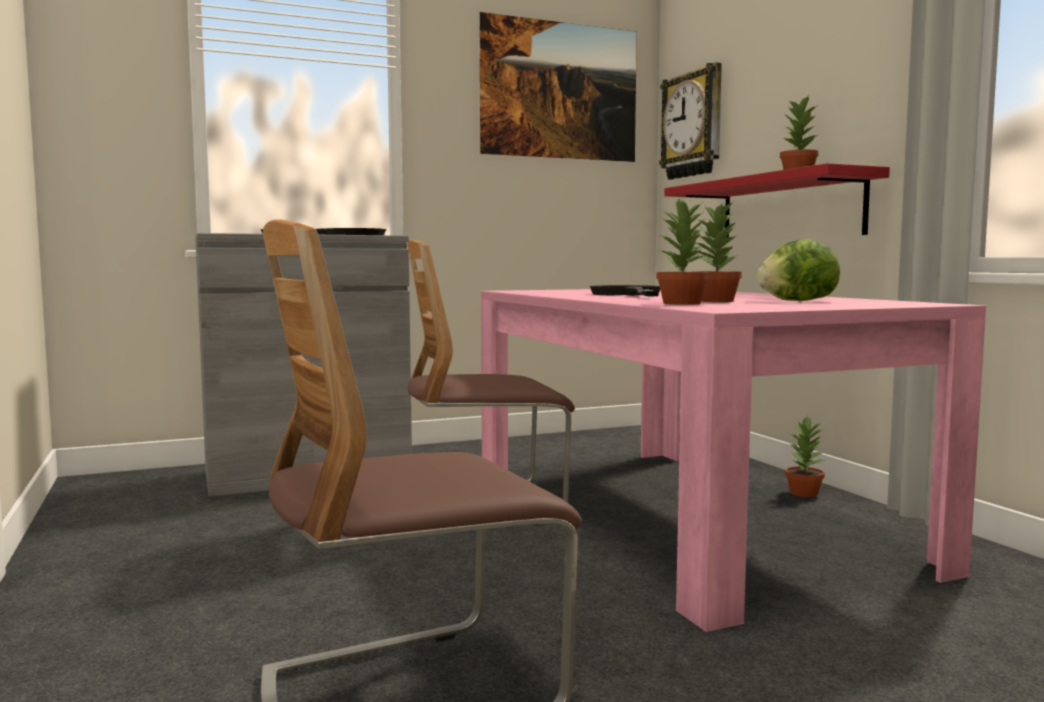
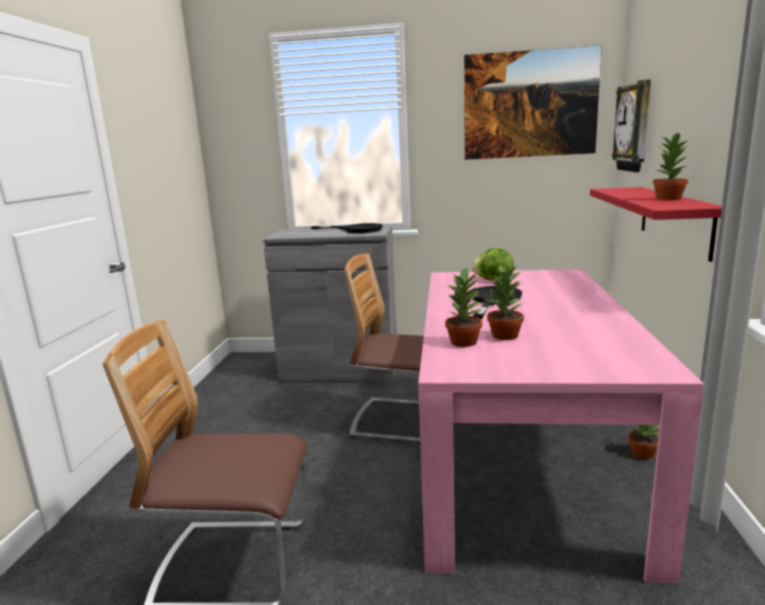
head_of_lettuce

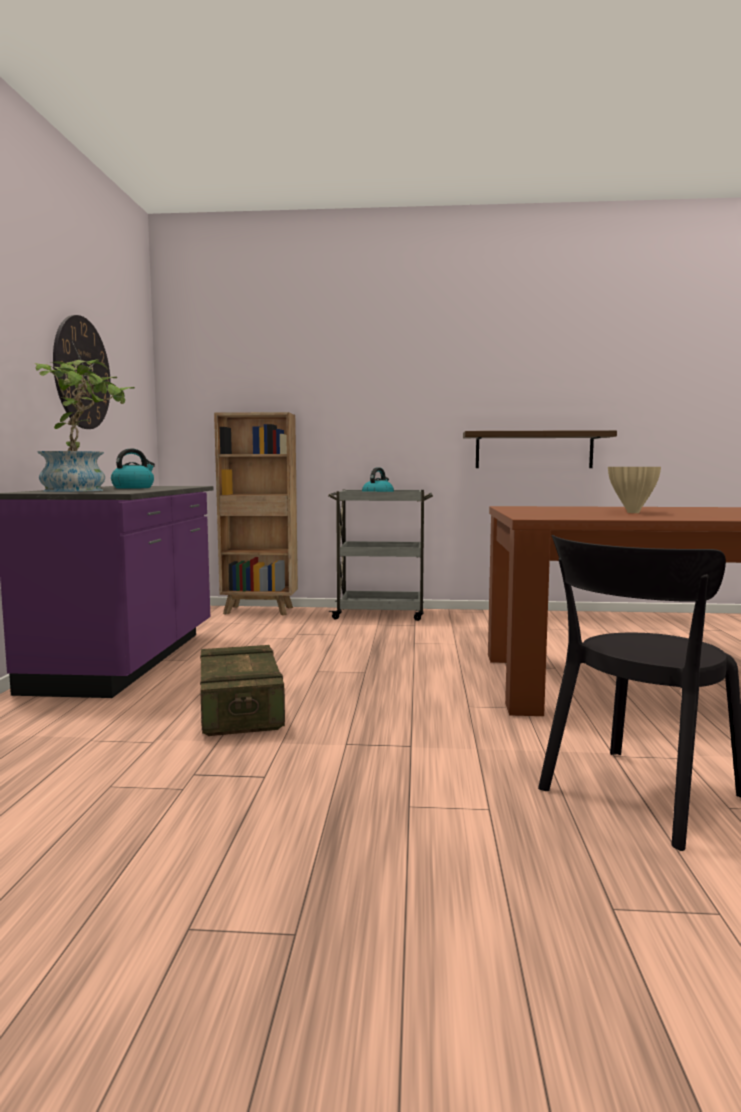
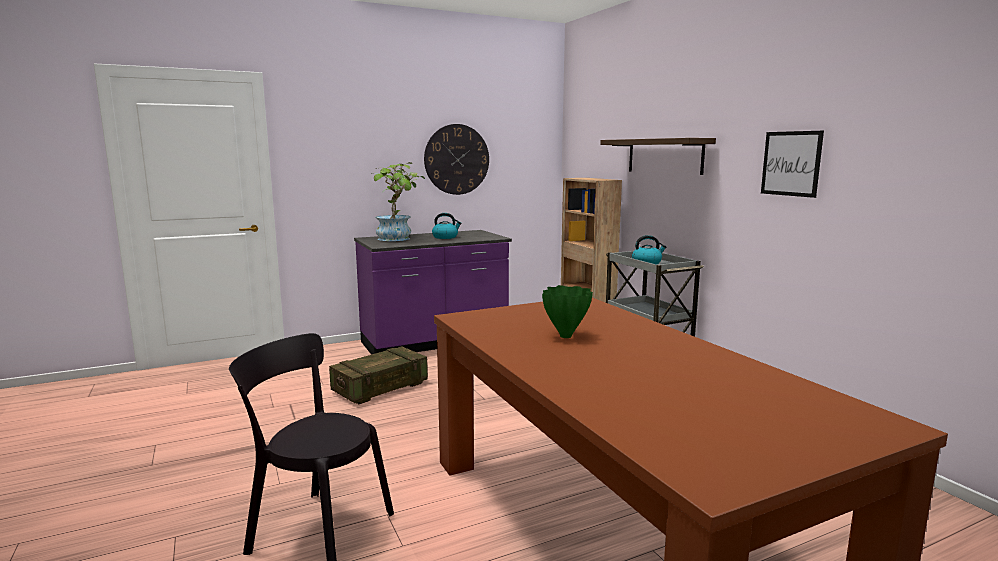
shelf
greenish_decorative_vase
wall_art

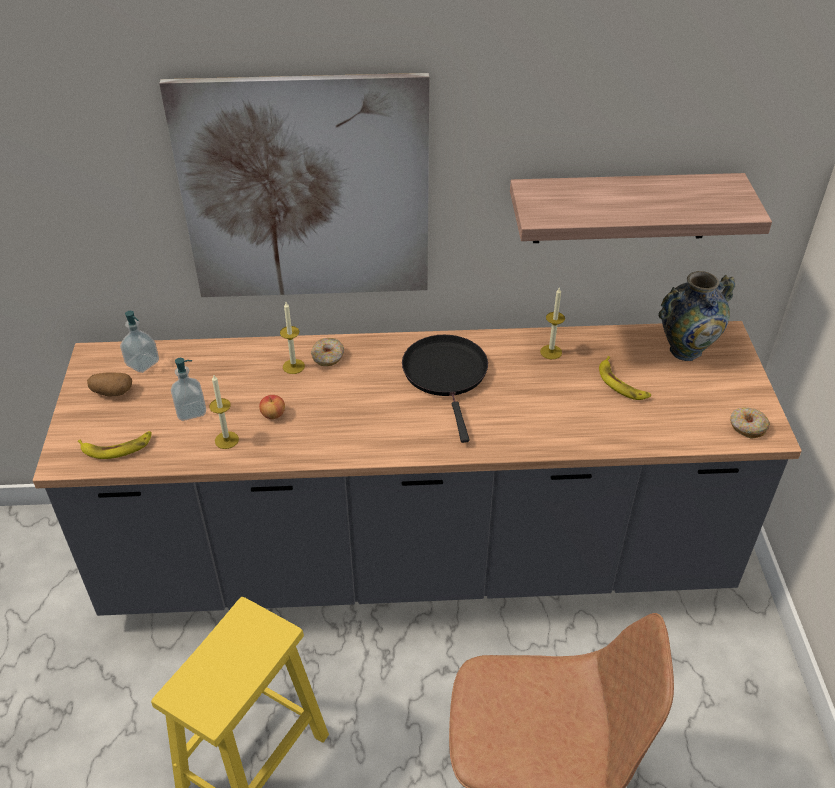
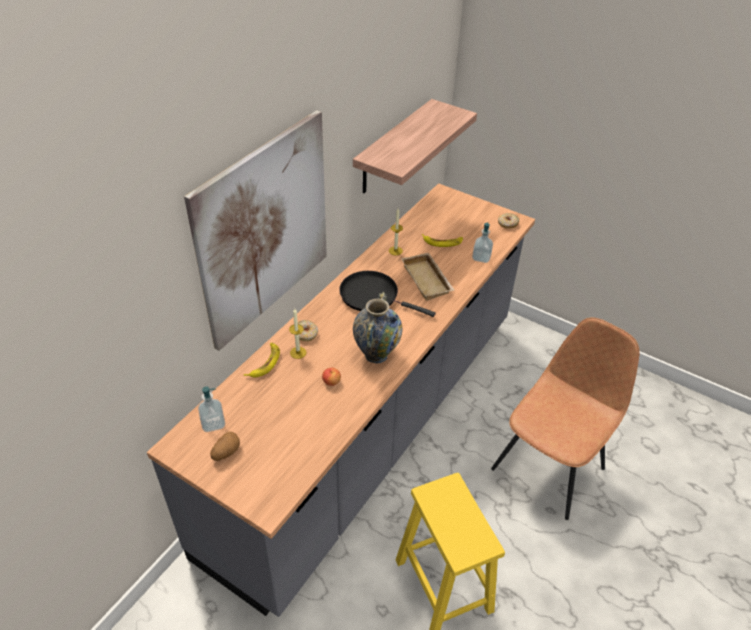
decorative_vase
liquid_soap_bottle (no. 2 from left)
wax_light (no. 1 from left in the first image)
whole_banana (no. 1 from left)
beige_tray

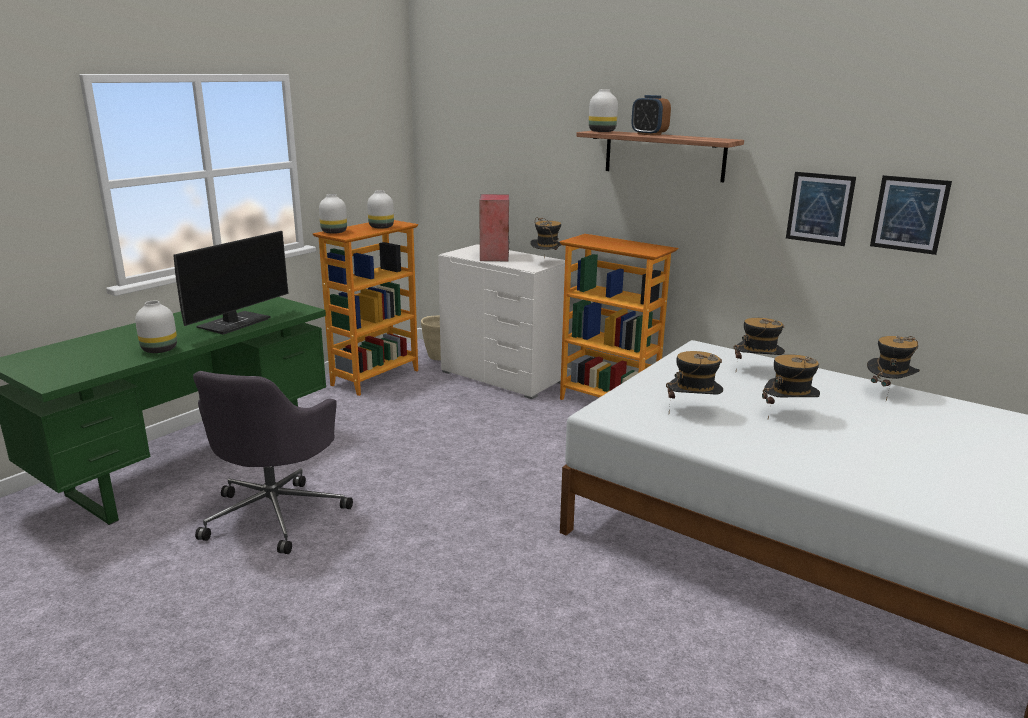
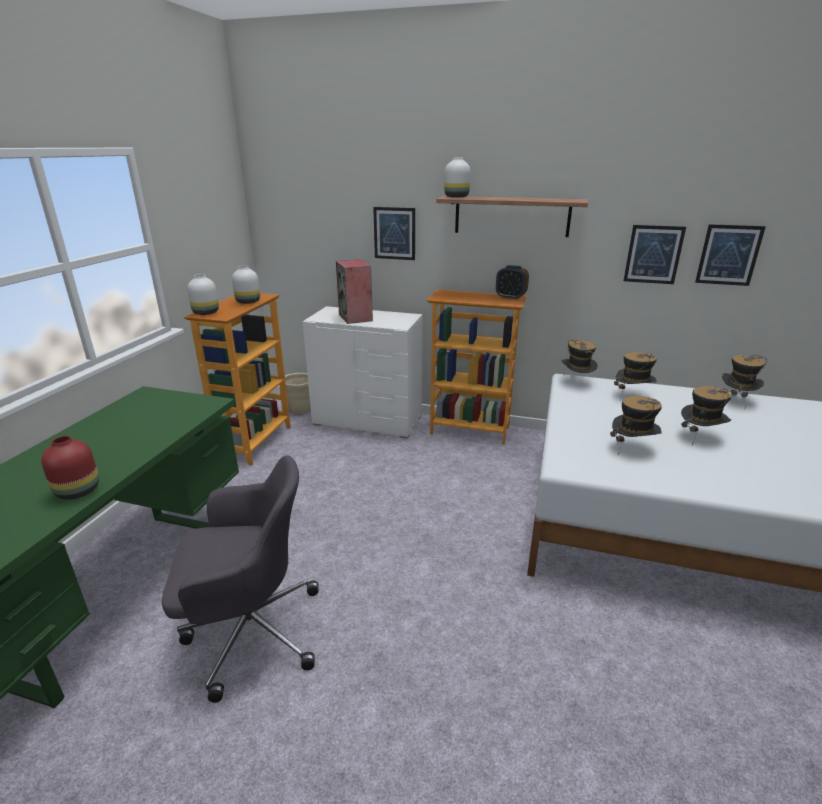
alarm_clock
wearable_hat (no. 1 from left)
computer_screen
red_decorative_vase
greyish_computer_chair
wall_art (no. 1 from left)

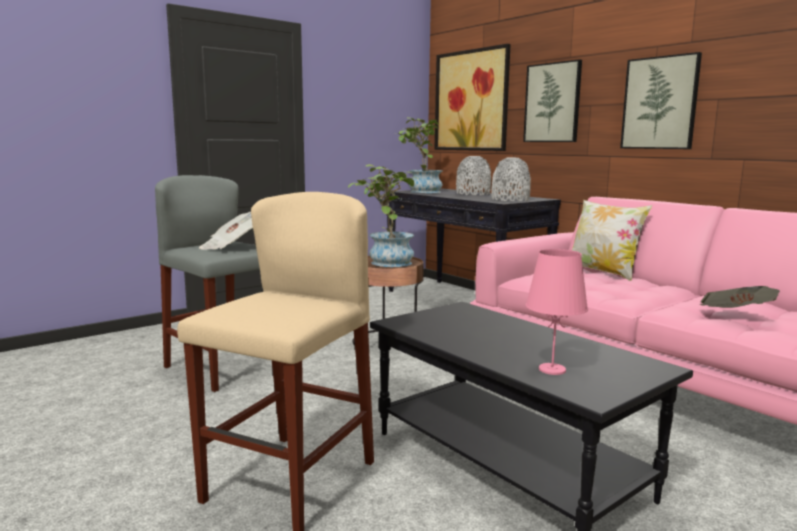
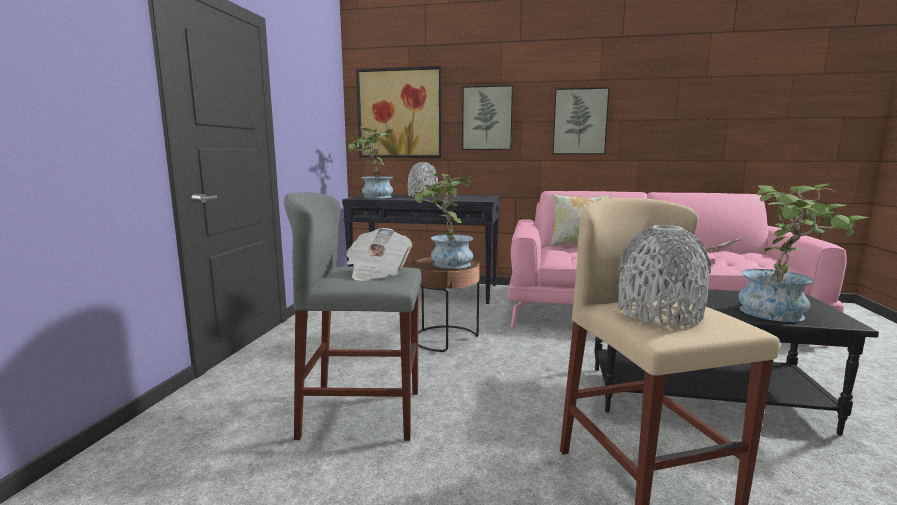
greyish_decorative_vase (no. 2 from left)
plant_in_a_pot (no. 3 from left)

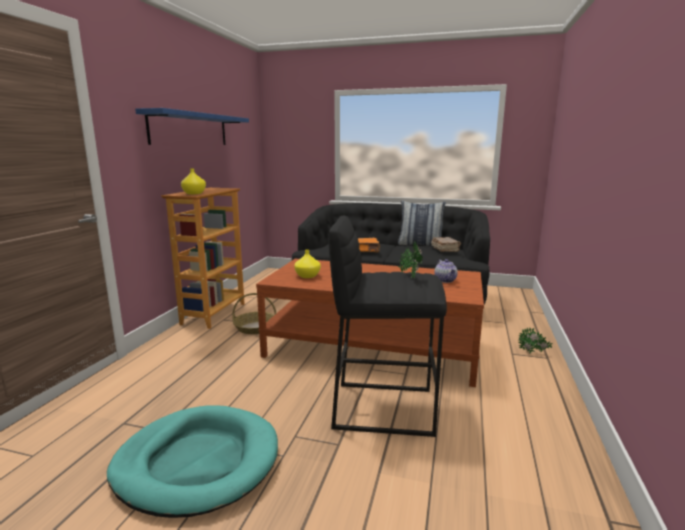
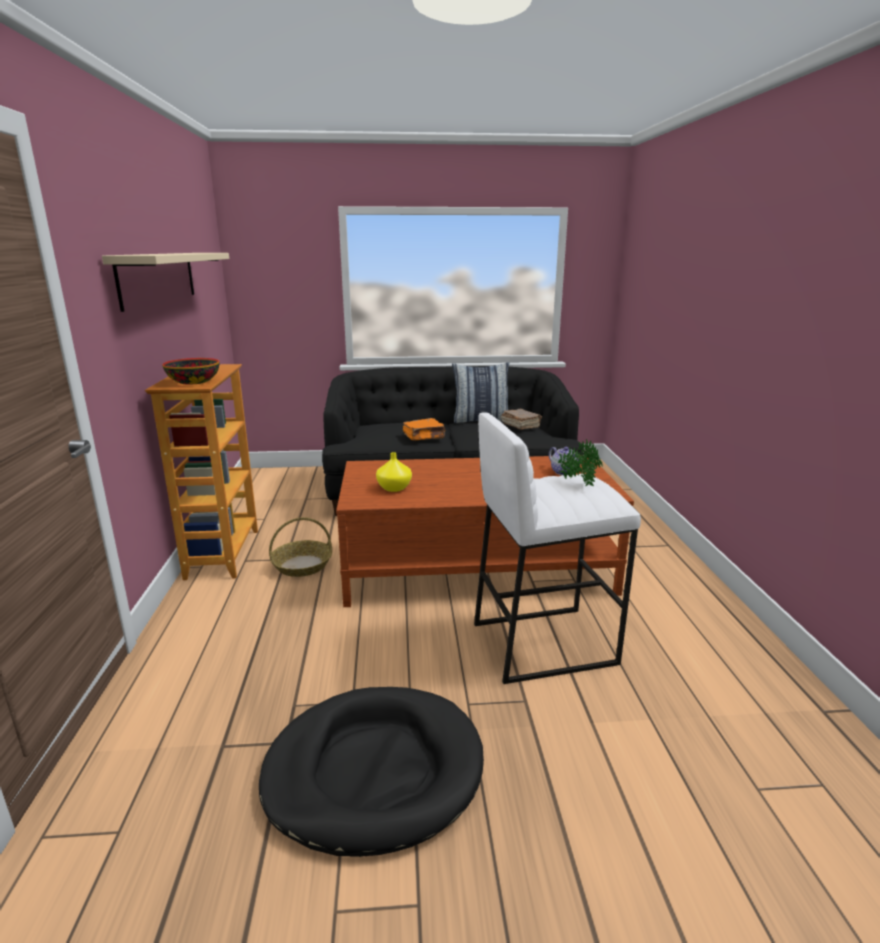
beige_shelf
deep_dish
white_sitting_stool
plant_in_a_pot (no. 2 from left in the first image)
black_dog_cushion

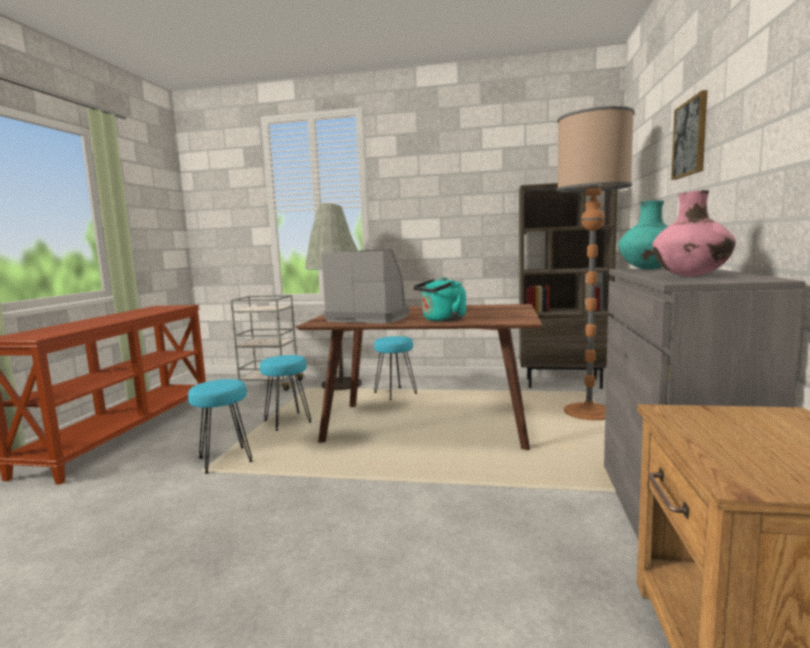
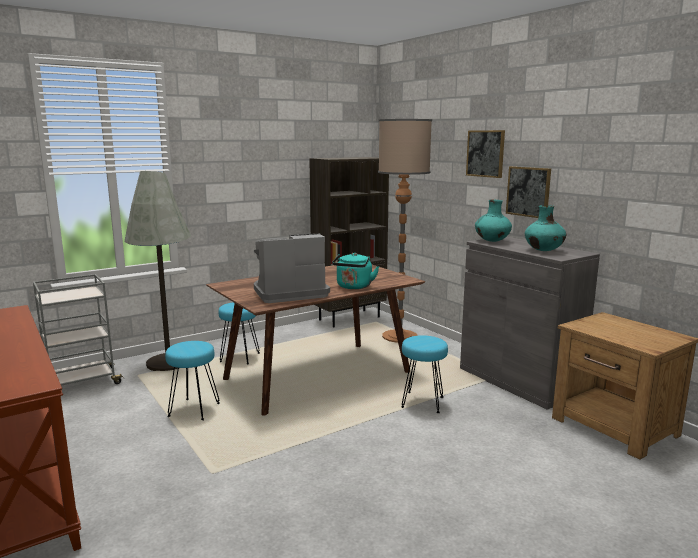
blue-green_decorative_vase (no. 2 from left)
blue-green_sitting_stool (no. 3 from left)
wall_art (no. 2 from left)

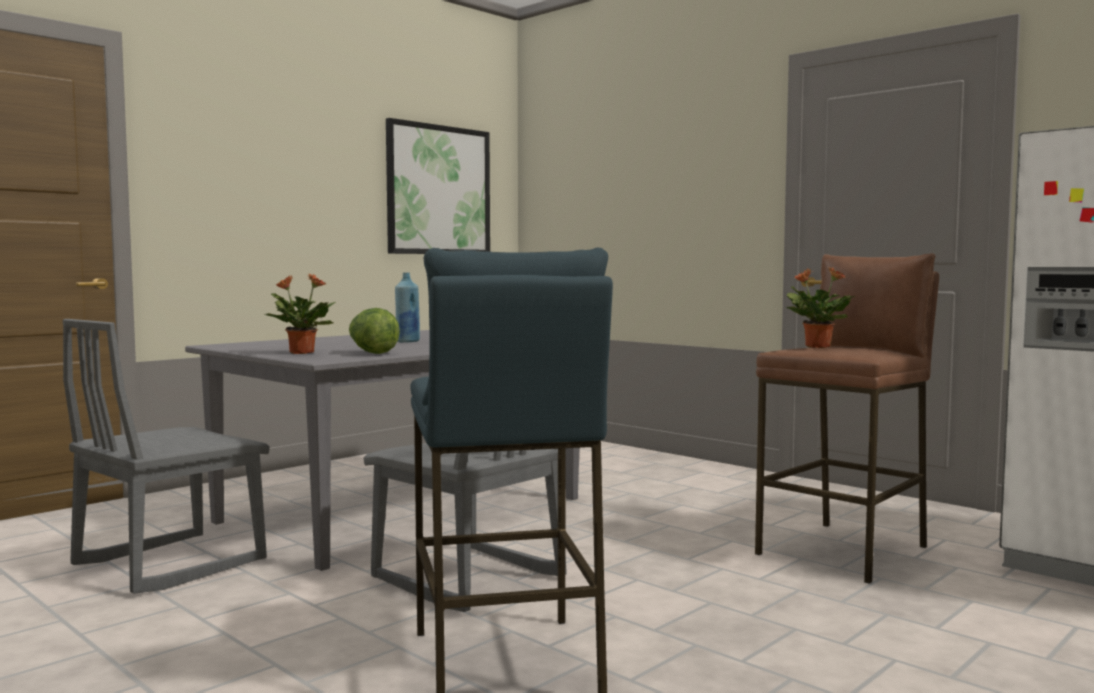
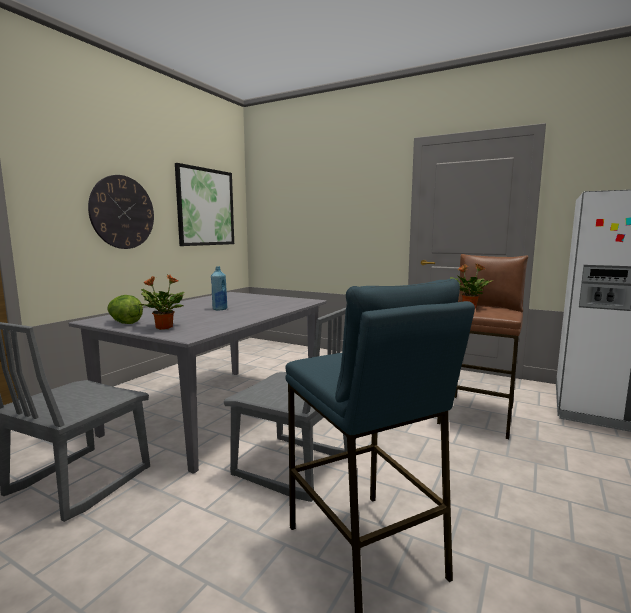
head_of_lettuce
clock_on_the_wall

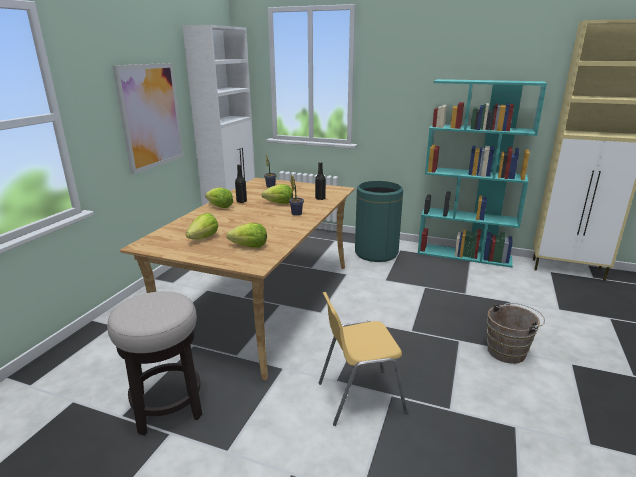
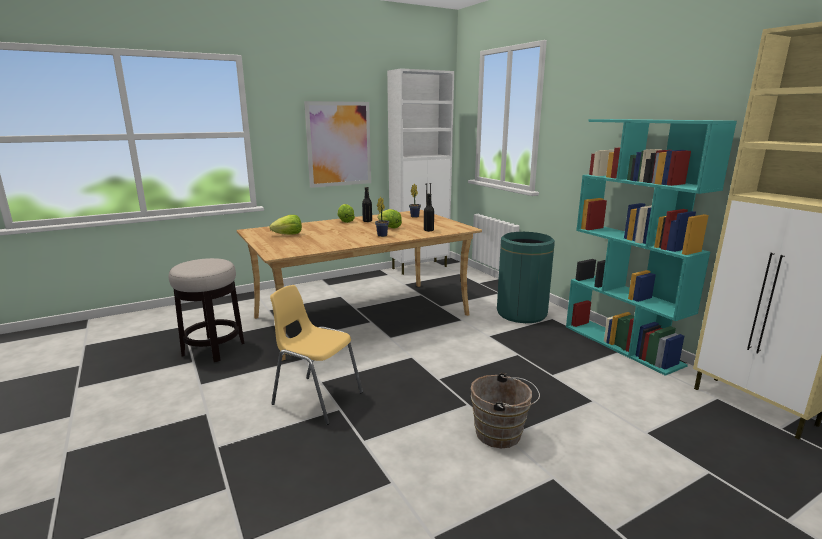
head_of_lettuce (no. 3 from left in the first image)

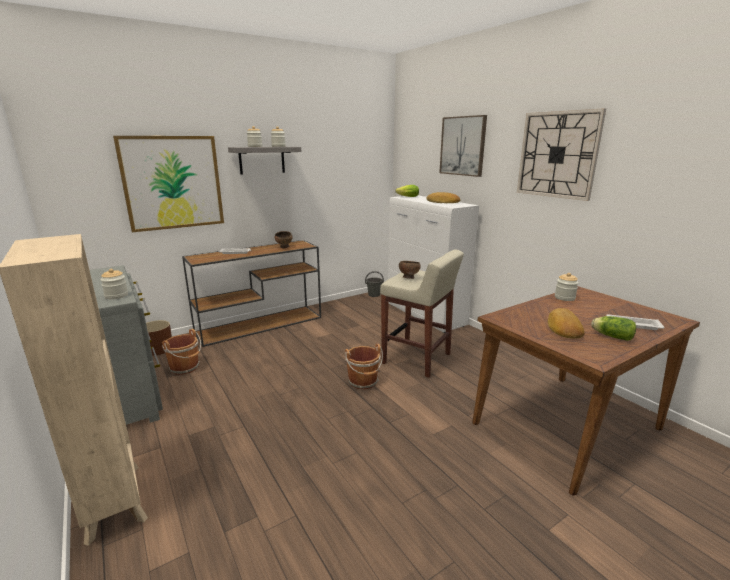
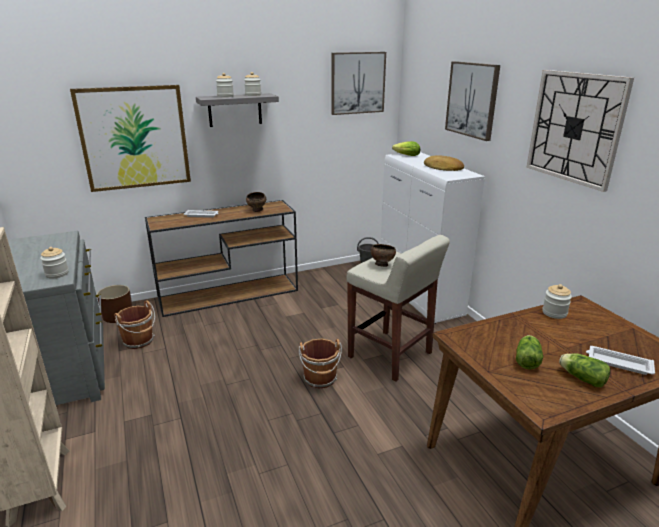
head_of_lettuce (no. 2 from left)
wall_art (no. 2 from left)

